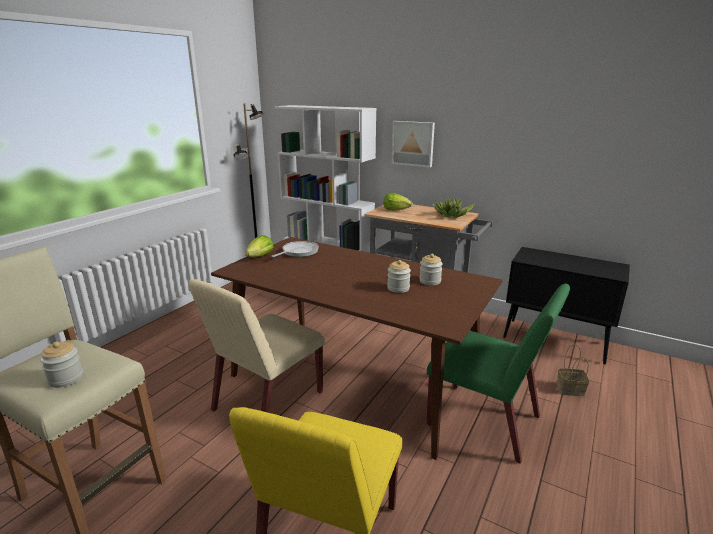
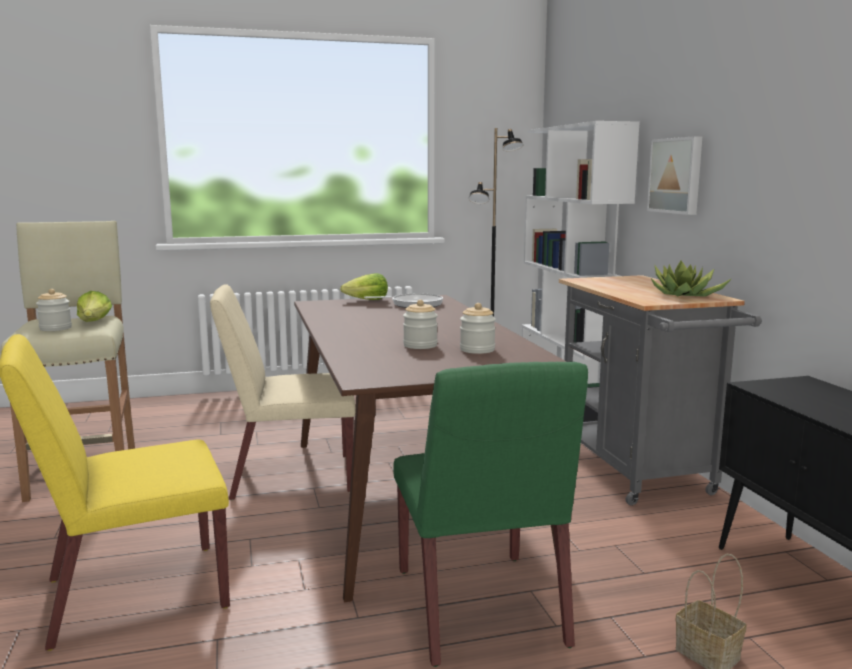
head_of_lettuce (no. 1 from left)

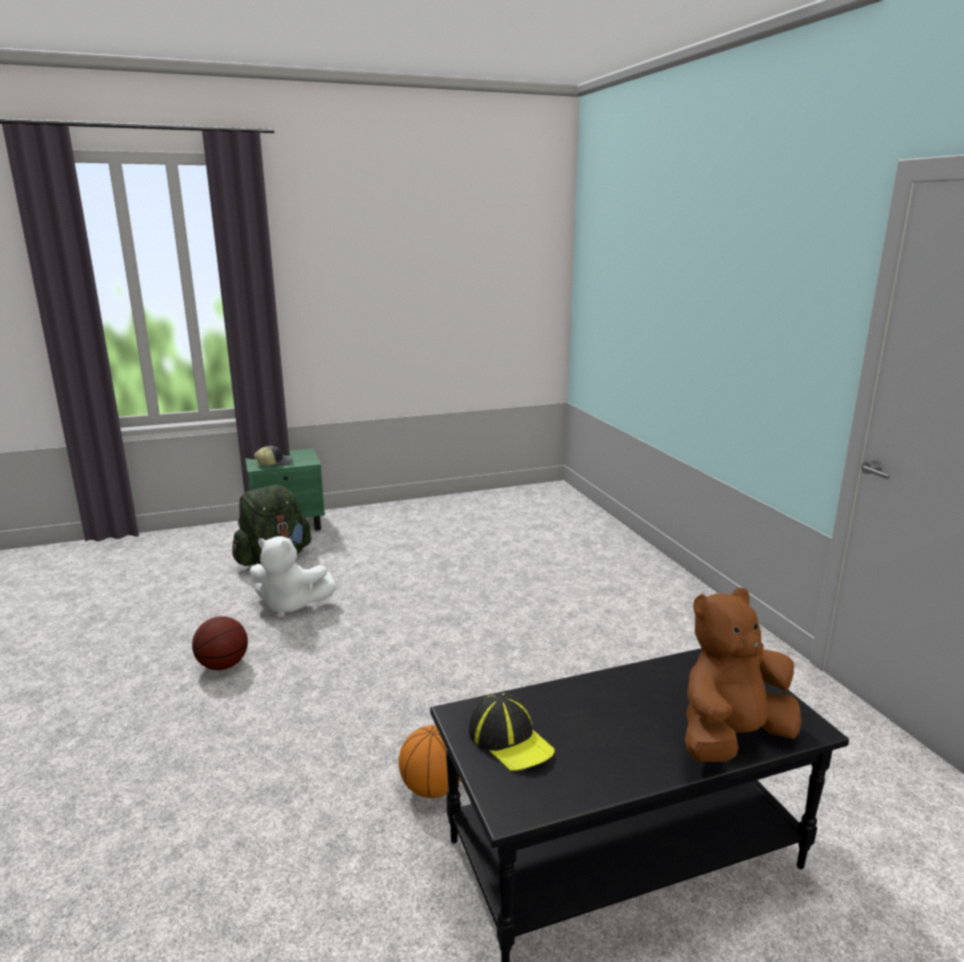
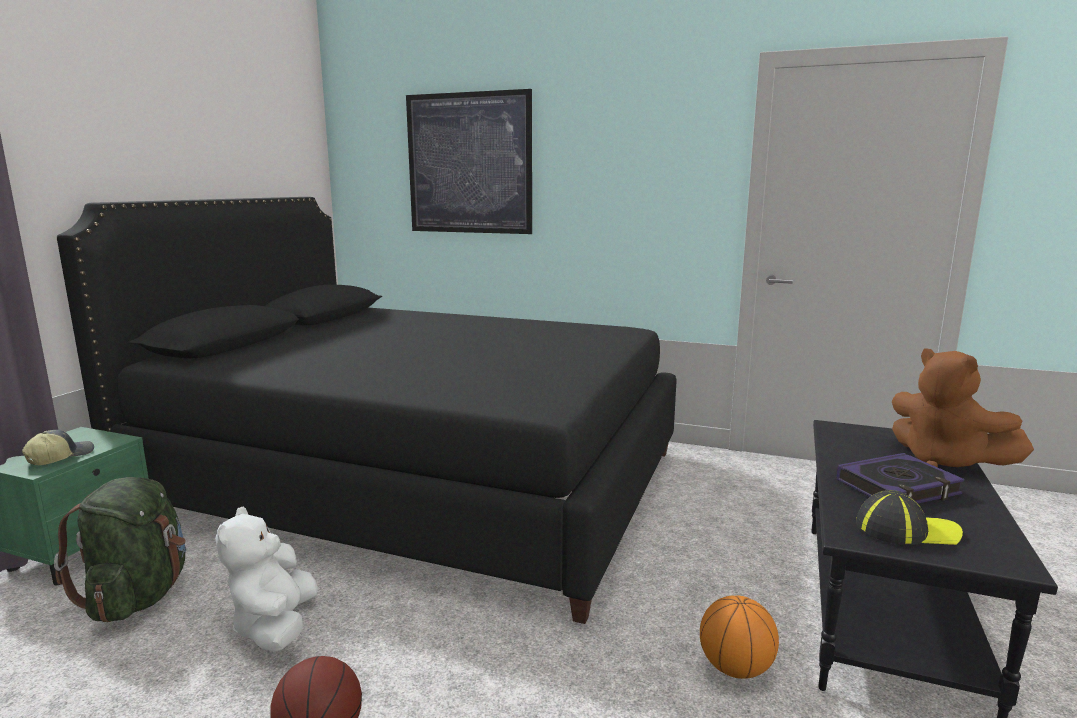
white_plush_toy
brown-coloured_plush_toy
wall_art
black_bedroom_bed
book

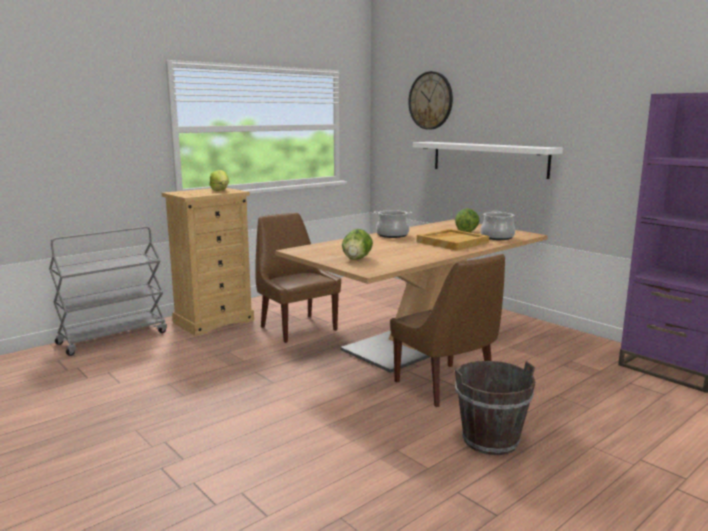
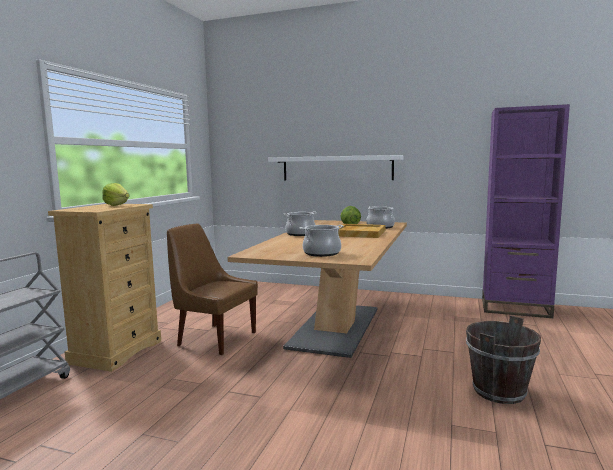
clock_on_the_wall
saucepot (no. 2 from left)
brown-coloured_chair (no. 2 from left in the first image)

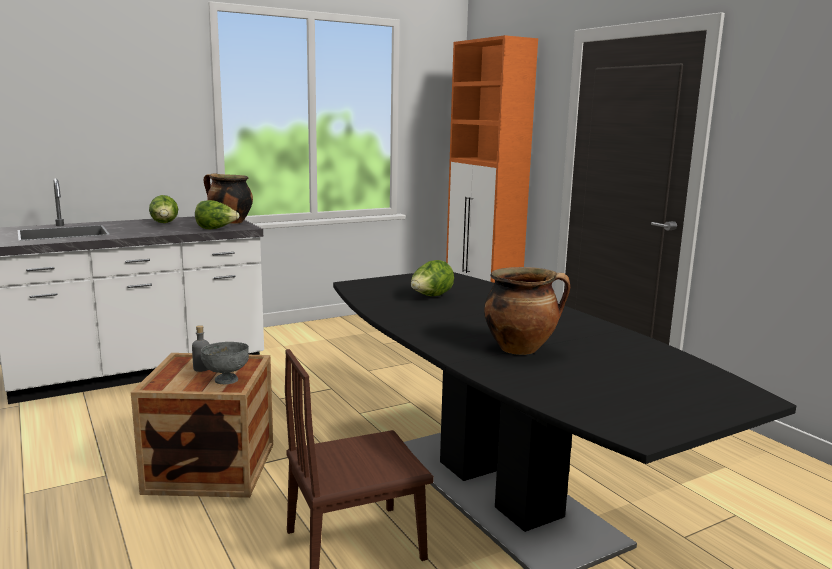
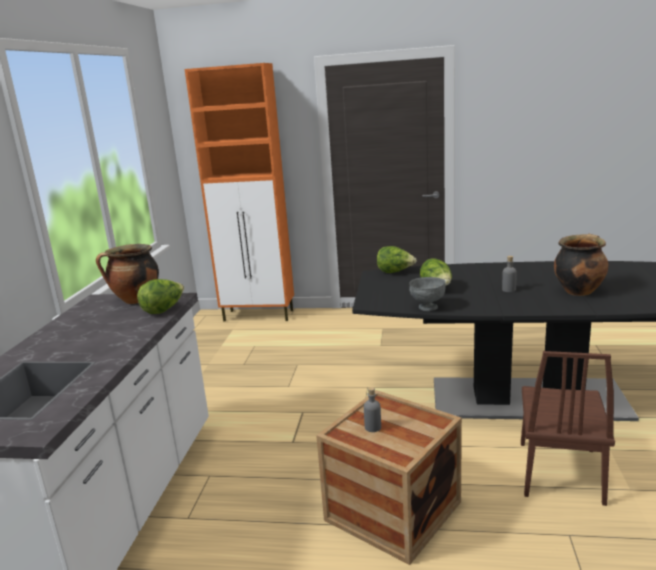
head_of_lettuce (no. 2 from left)
greyish_deep_dish
greyish_beverage_bottle (no. 2 from left)

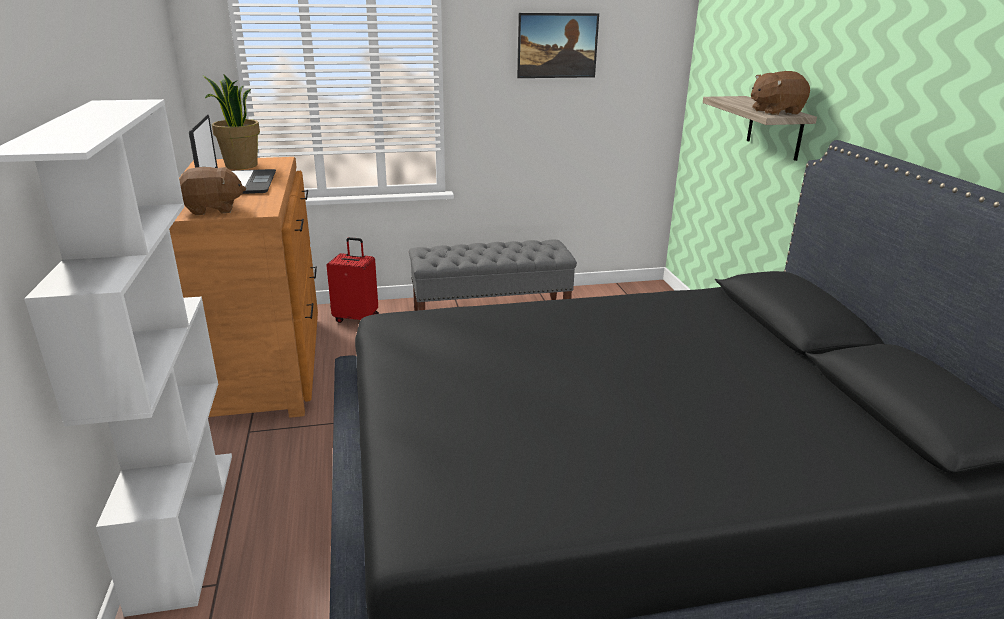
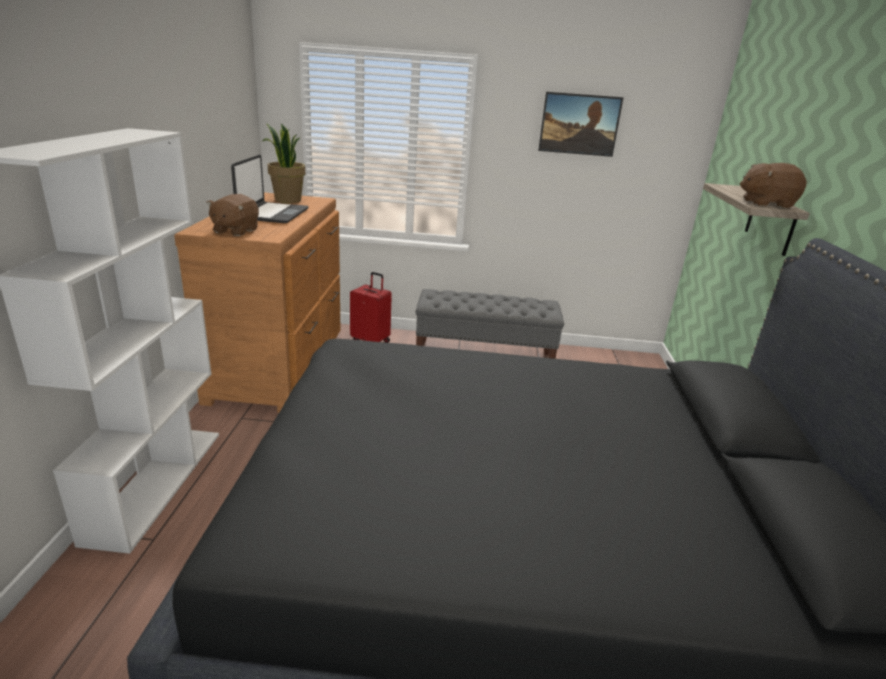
brown-coloured_plush_toy (no. 1 from left)

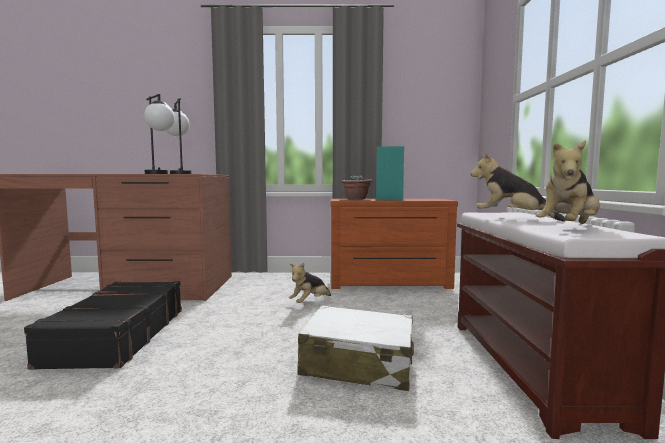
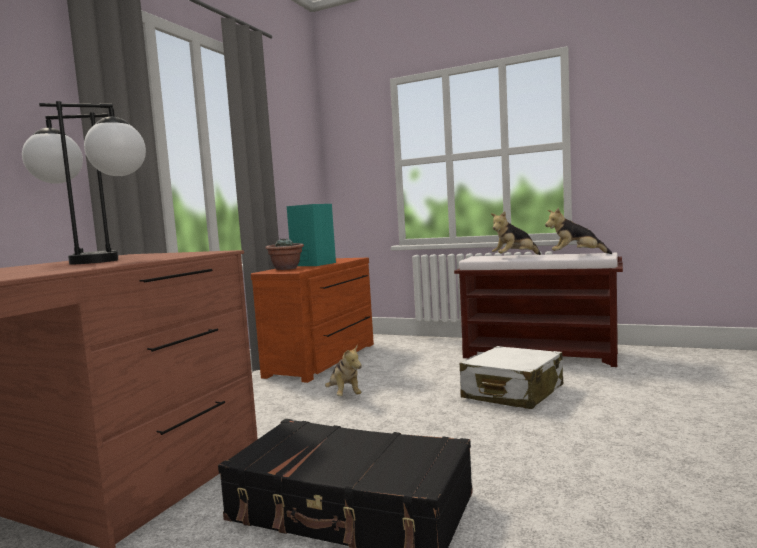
plush_toy (no. 3 from left)

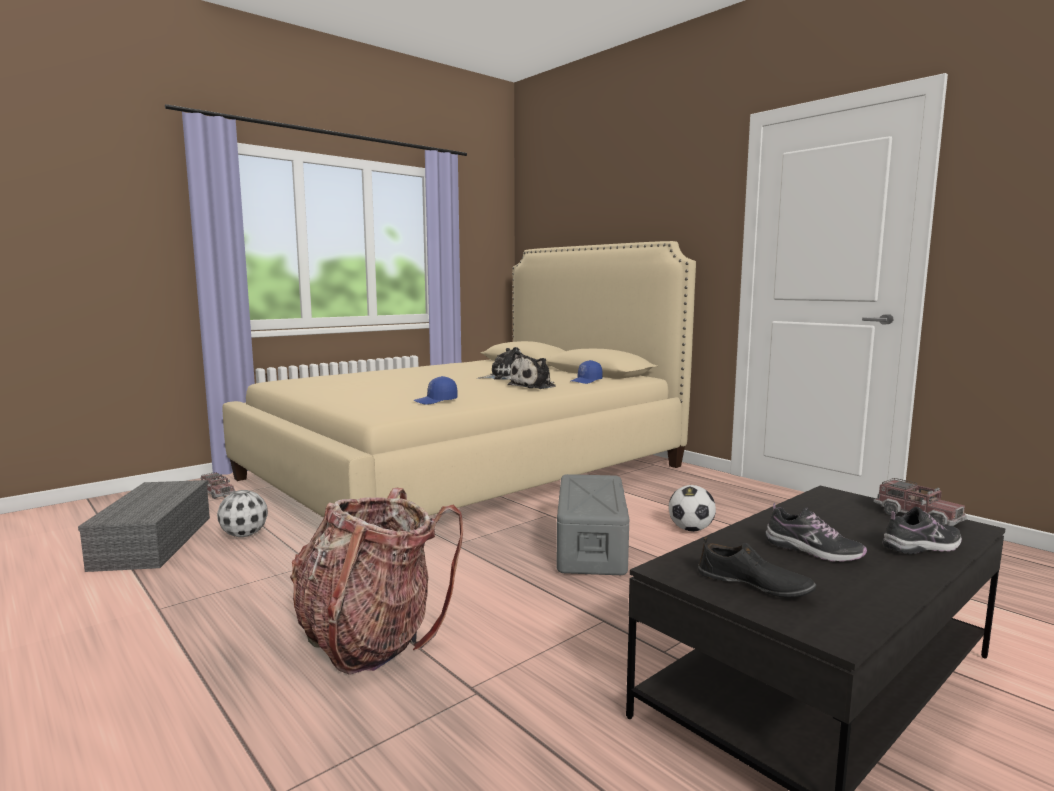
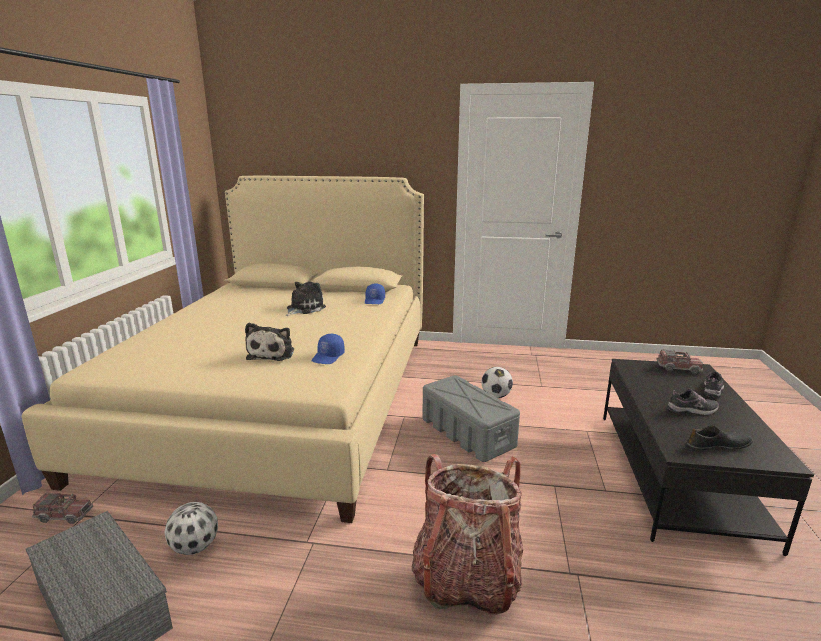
plush_toy (no. 1 from left)

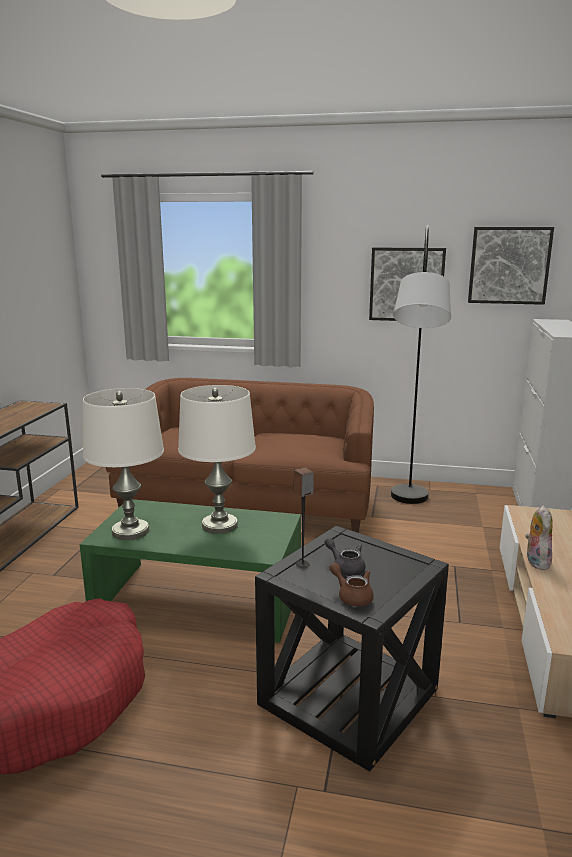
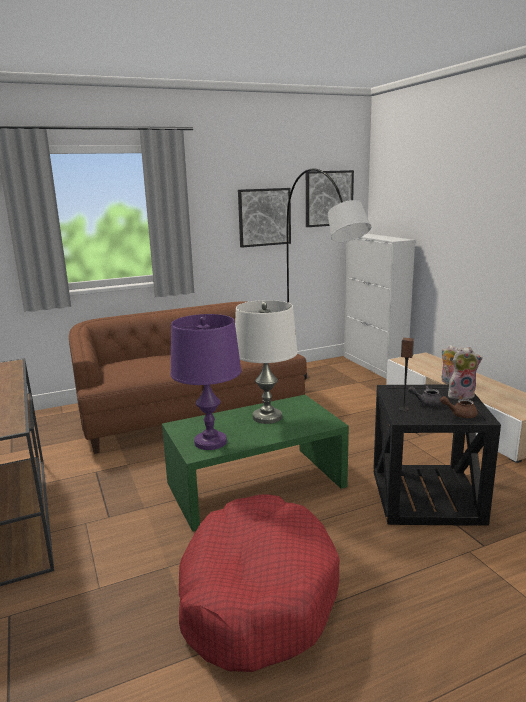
purplish_table_lamp
plush_toy (no. 2 from left)

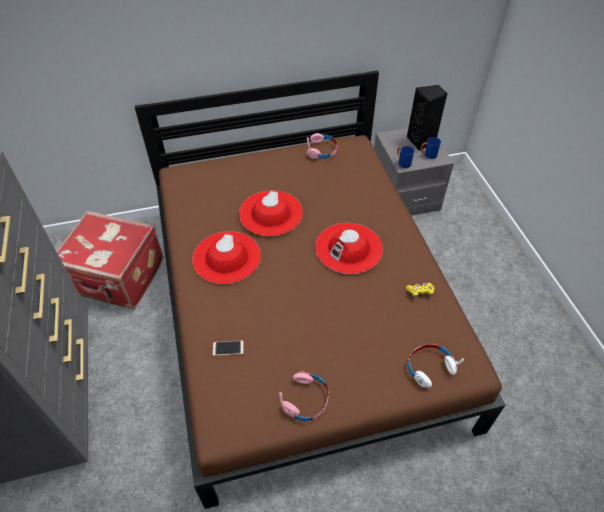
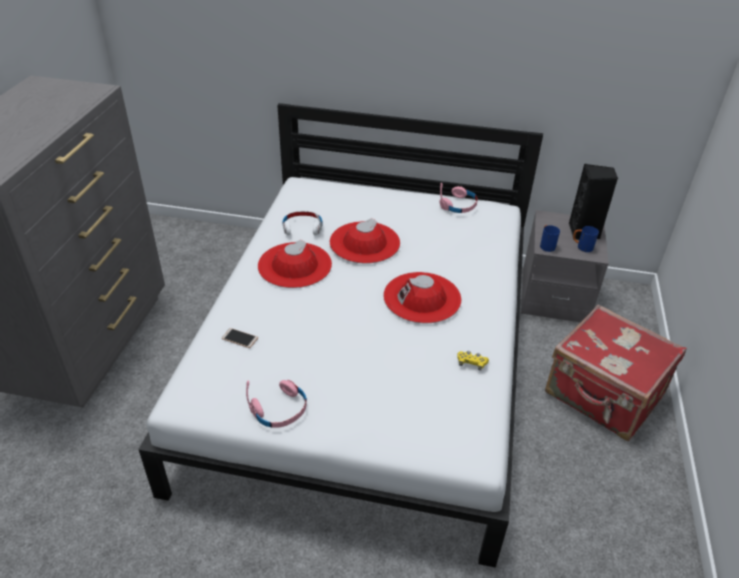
white_bedroom_bed
red_travel_case
white_pair_of_headphones

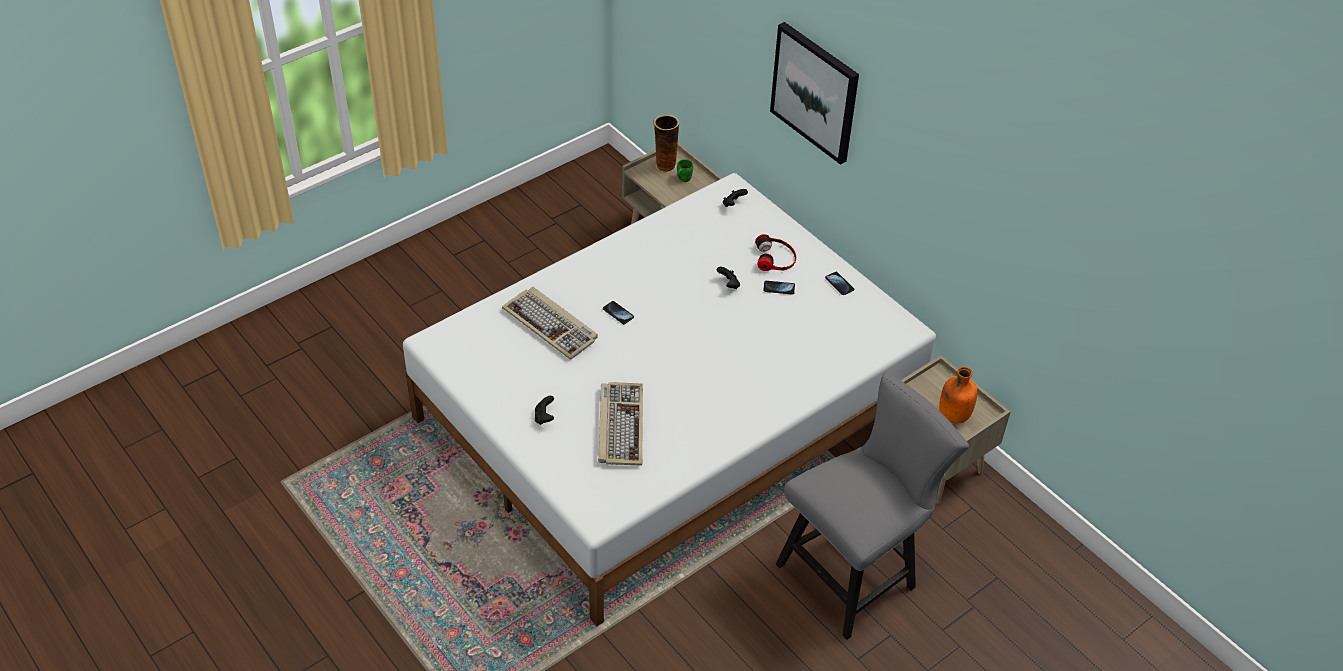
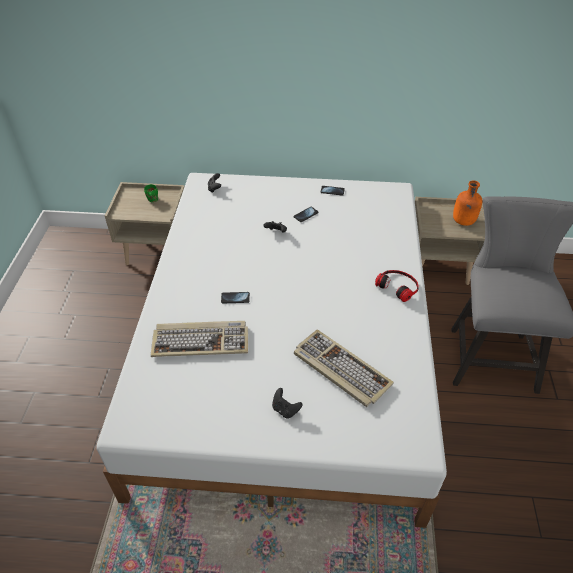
wall_art
decorative_vase
pair_of_headphones

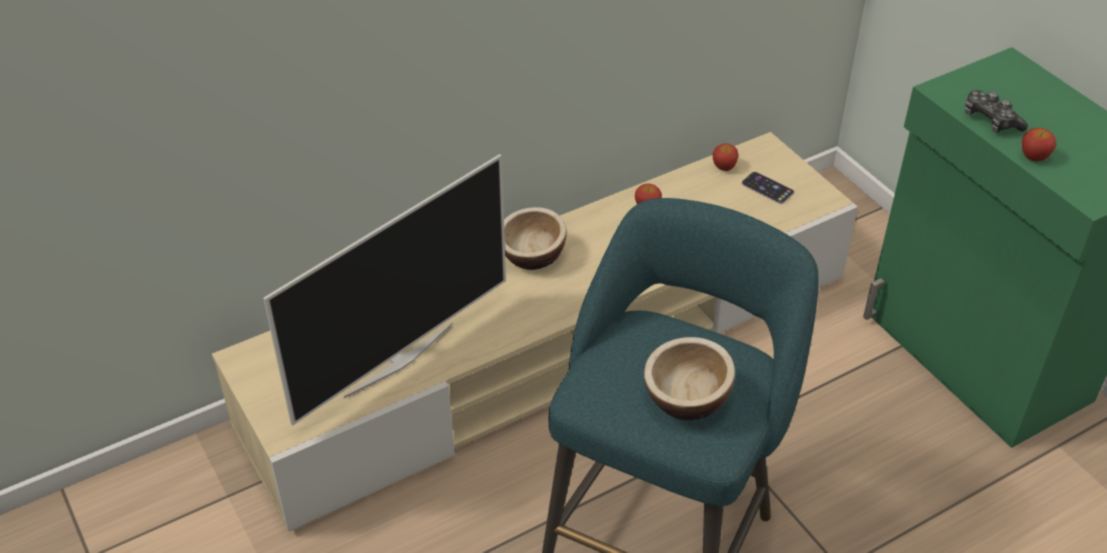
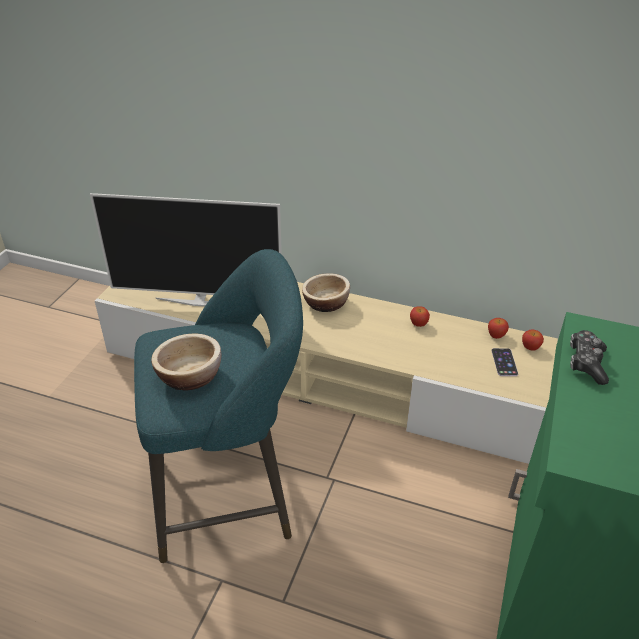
whole_apple (no. 3 from left)

